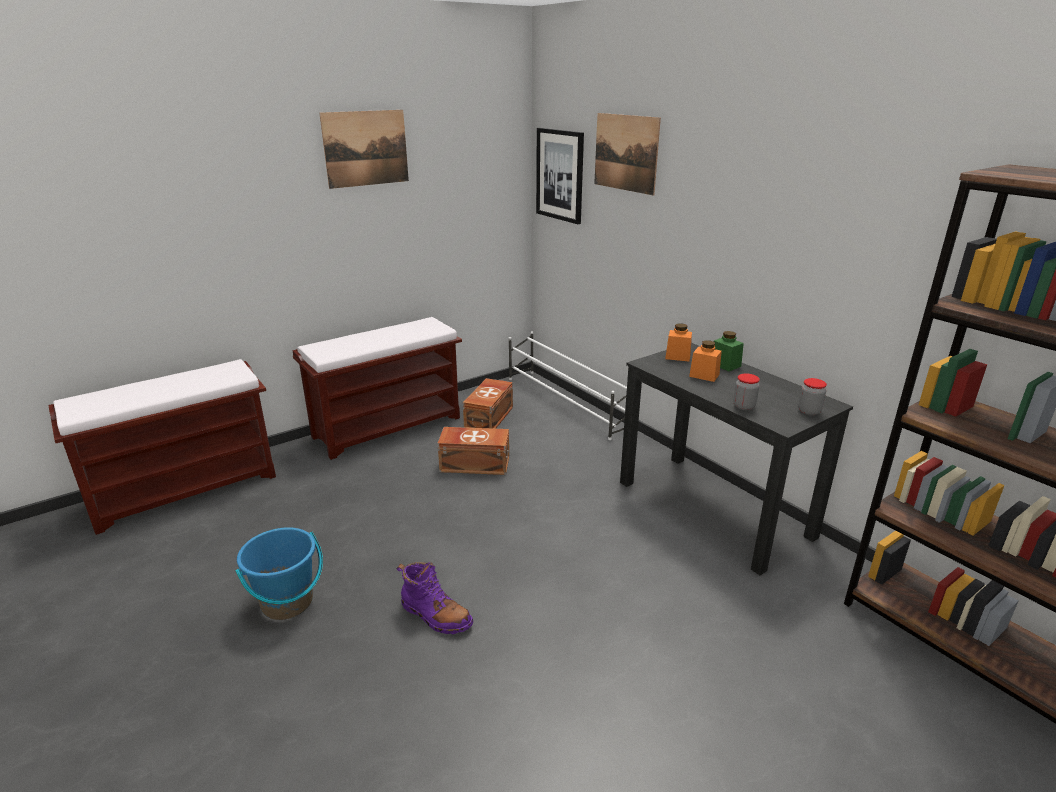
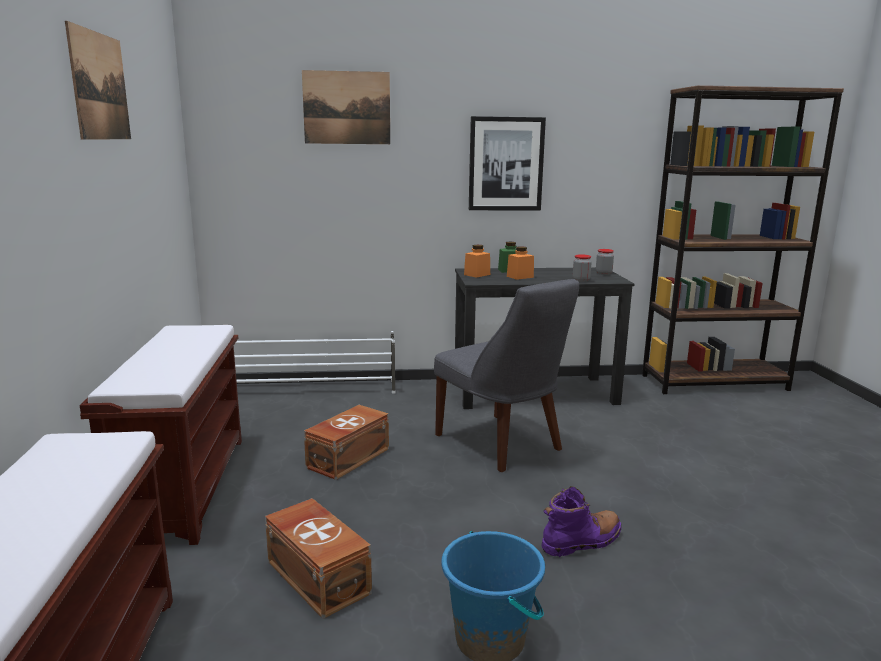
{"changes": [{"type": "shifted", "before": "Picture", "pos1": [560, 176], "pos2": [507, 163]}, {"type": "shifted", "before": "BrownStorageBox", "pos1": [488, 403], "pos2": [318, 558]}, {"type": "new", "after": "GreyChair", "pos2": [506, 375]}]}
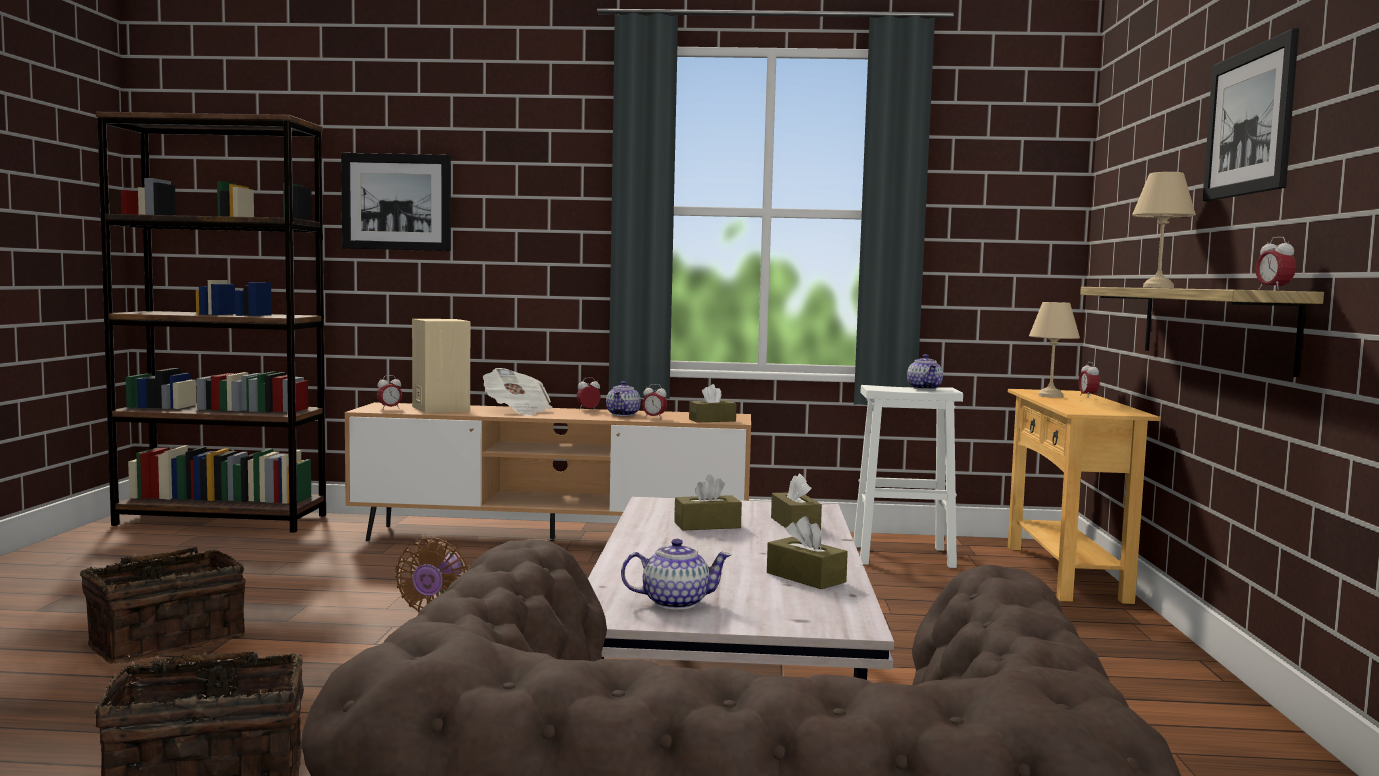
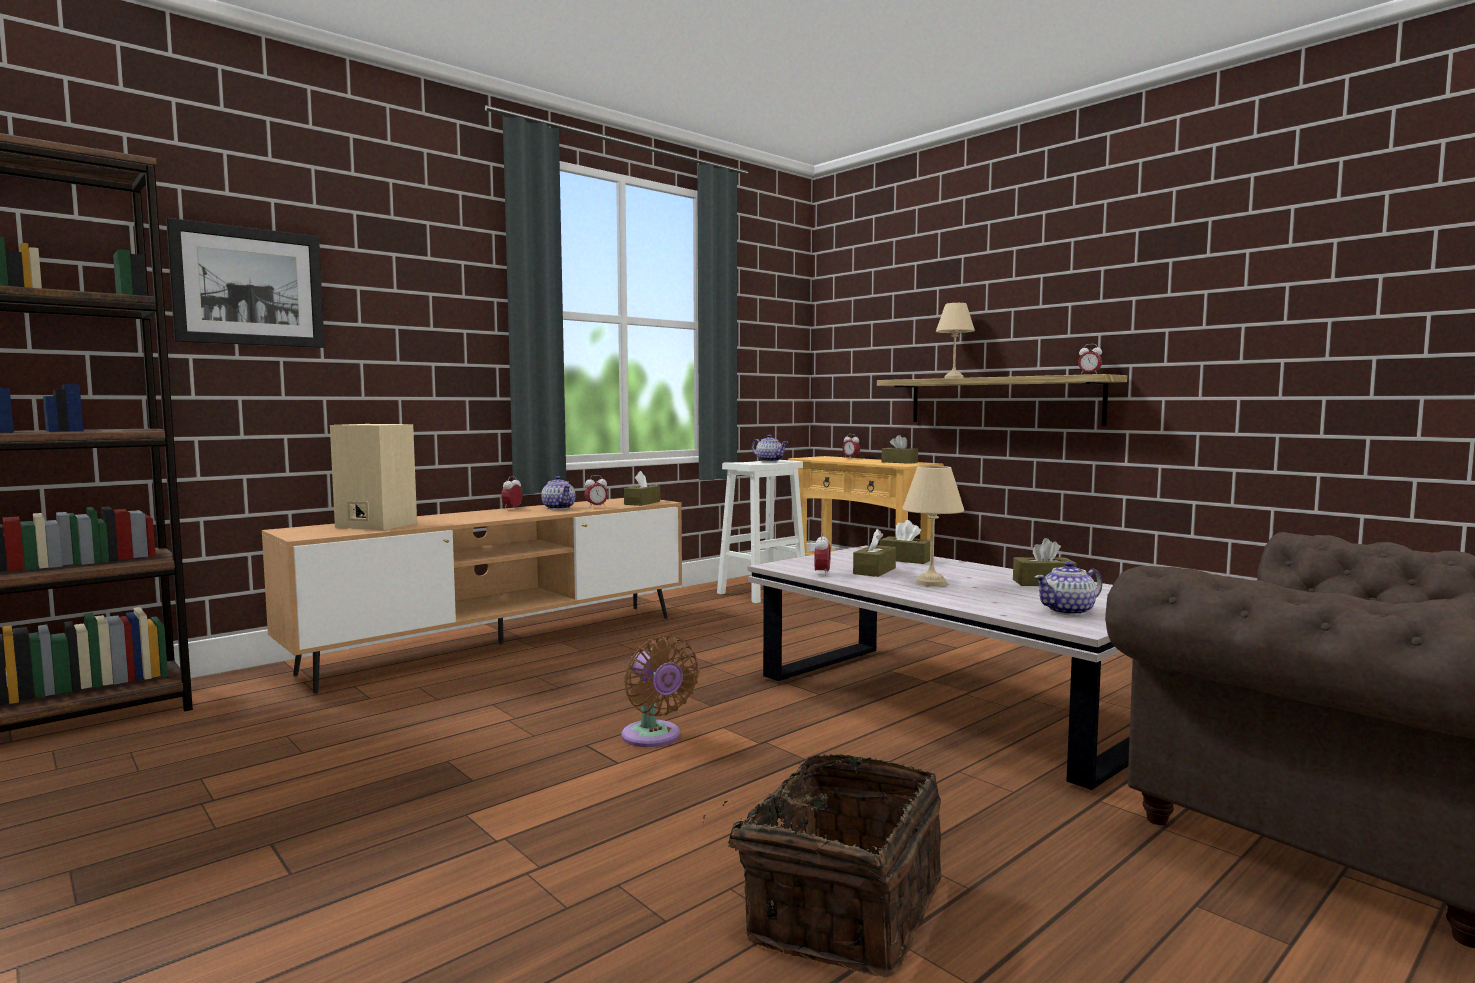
{"changes": [{"type": "gone", "before": "Picture", "pos1": [1250, 114]}, {"type": "shifted", "before": "BeigeTableLamp", "pos1": [1054, 350], "pos2": [933, 526]}, {"type": "gone", "before": "Newspaper", "pos1": [518, 392]}, {"type": "shifted", "before": "AlarmClock", "pos1": [389, 392], "pos2": [822, 554]}, {"type": "rotated", "before": "Teapot", "pos1": [676, 574], "pos2": [1068, 588], "turn": -150}, {"type": "gone", "before": "Basket", "pos1": [163, 605]}, {"type": "new", "after": "BrownTissueBox", "pos2": [899, 449]}]}
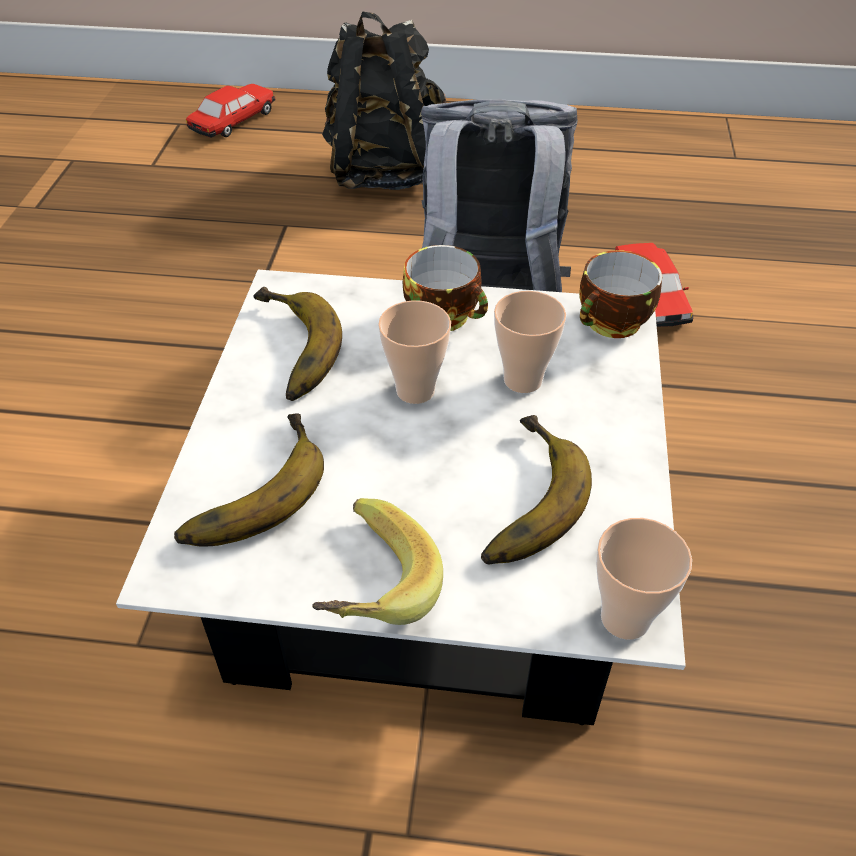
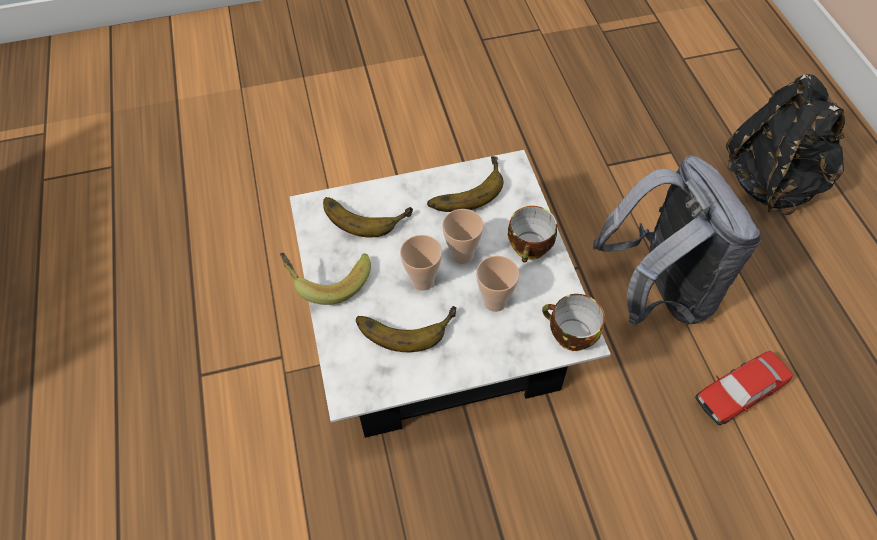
{"changes": [{"type": "gone", "before": "ToyCar", "pos1": [230, 111]}, {"type": "shifted", "before": "Cup", "pos1": [644, 579], "pos2": [421, 263]}]}
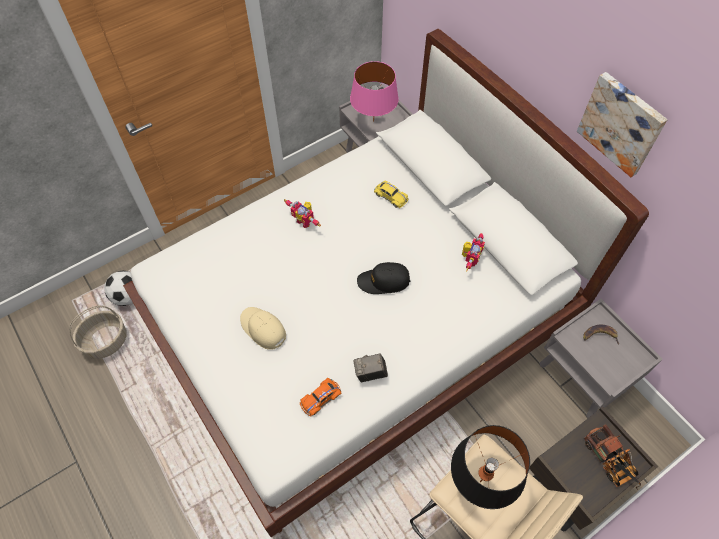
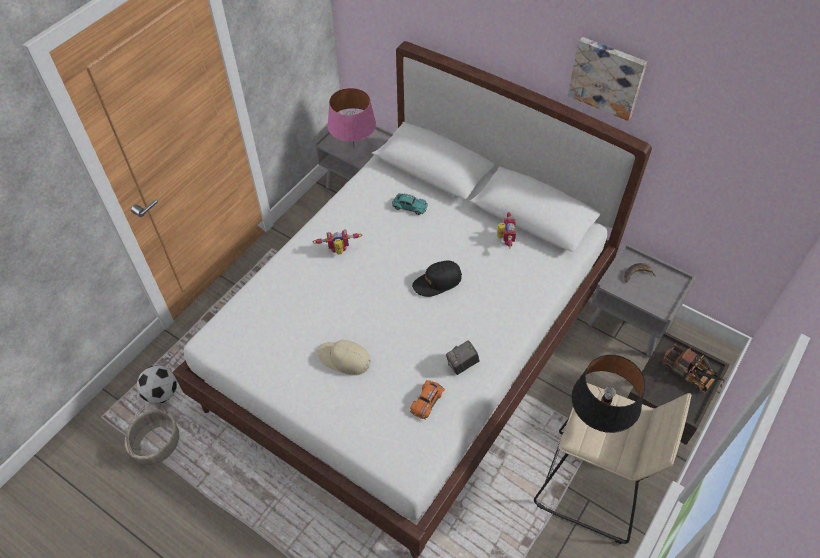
{"changes": [{"type": "repainted", "before": "YellowToyCar", "after": "TurquoiseToyCar", "pos1": [391, 194], "pos2": [410, 204]}, {"type": "rotated", "before": "ToyRobot", "pos1": [302, 213], "pos2": [337, 241], "turn": 150}]}
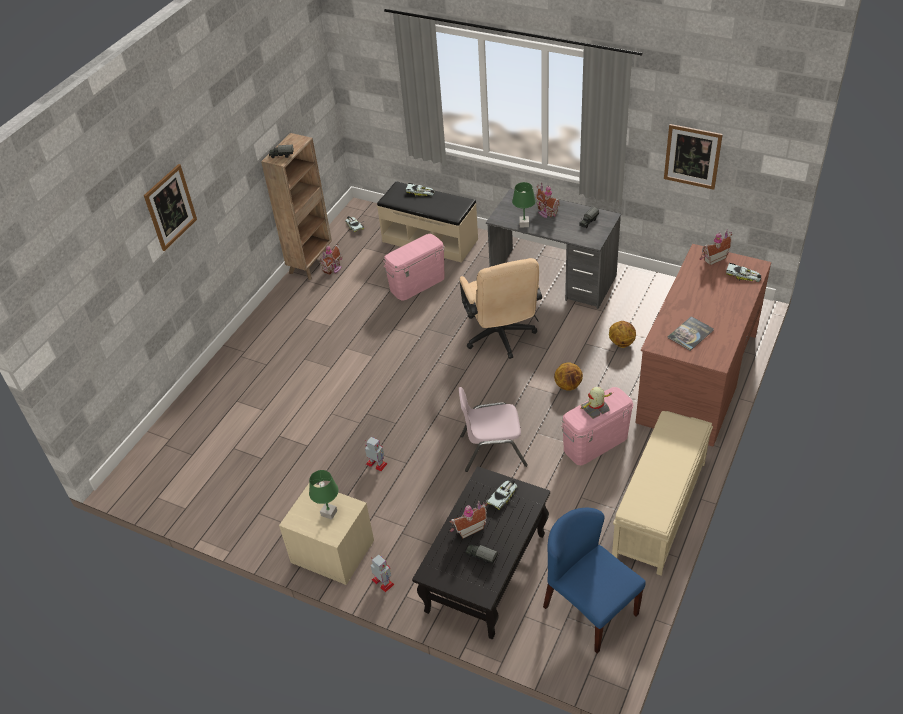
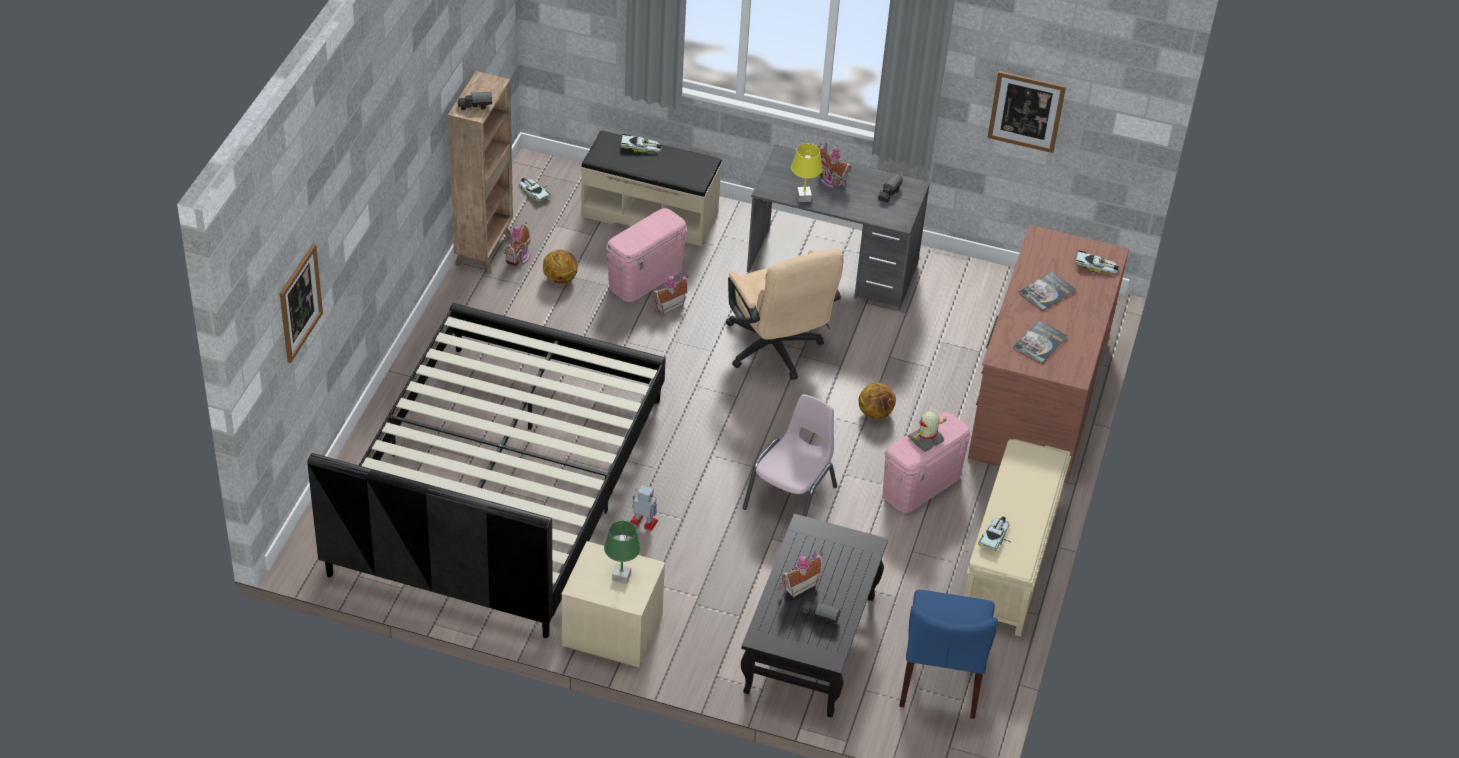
{"changes": [{"type": "shifted", "before": "Picture", "pos1": [170, 207], "pos2": [301, 303]}, {"type": "repainted", "before": "GreenTableLamp", "after": "YellowTableLamp", "pos1": [524, 205], "pos2": [807, 172]}, {"type": "shifted", "before": "ToyHouse", "pos1": [716, 247], "pos2": [670, 292]}, {"type": "shifted", "before": "Basketball", "pos1": [622, 334], "pos2": [560, 267]}, {"type": "rotated", "before": "PinkChair", "pos1": [493, 429], "pos2": [790, 455], "turn": 135}, {"type": "shifted", "before": "ToyCar", "pos1": [502, 495], "pos2": [994, 533]}, {"type": "rotated", "before": "BlueChair", "pos1": [594, 581], "pos2": [948, 654], "turn": -120}, {"type": "gone", "before": "ToyRobot", "pos1": [383, 573]}, {"type": "new", "after": "Book", "pos2": [1047, 291]}, {"type": "new", "after": "BlackBed", "pos2": [486, 470]}]}
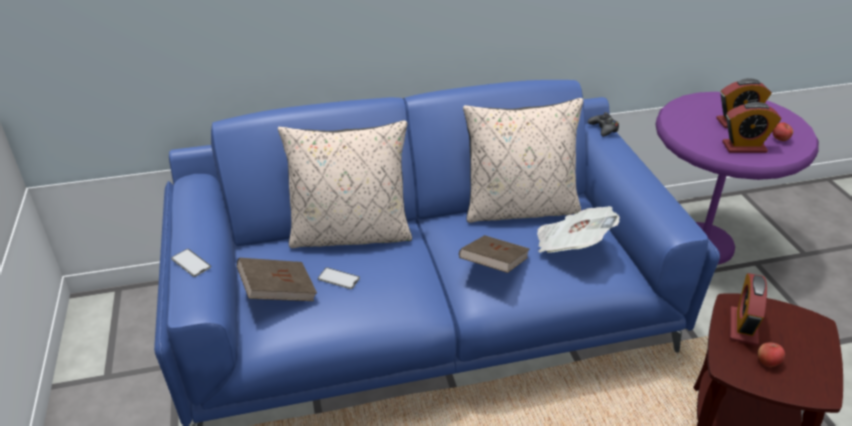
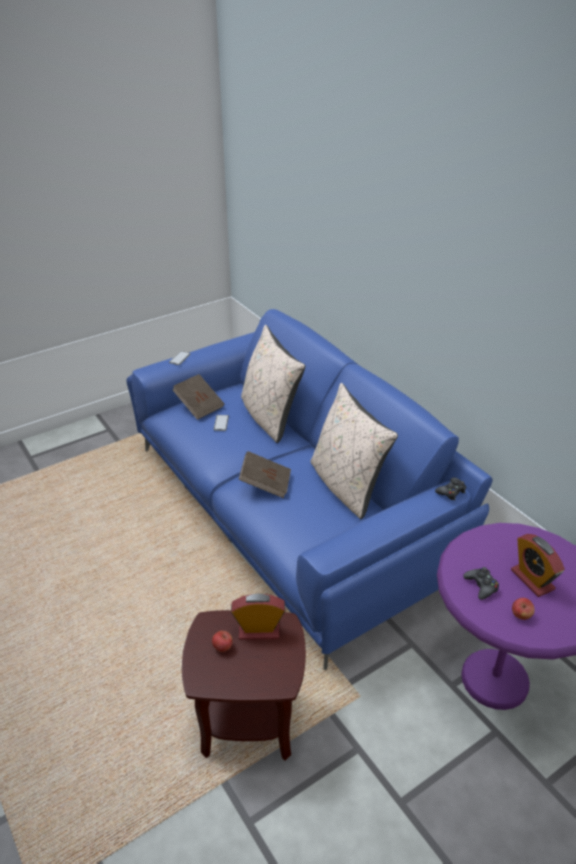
{"changes": [{"type": "swapped", "before": "AlarmClock", "after": "BlackGameController", "pos1": [752, 127], "pos2": [481, 583]}, {"type": "gone", "before": "Newspaper", "pos1": [578, 229]}]}
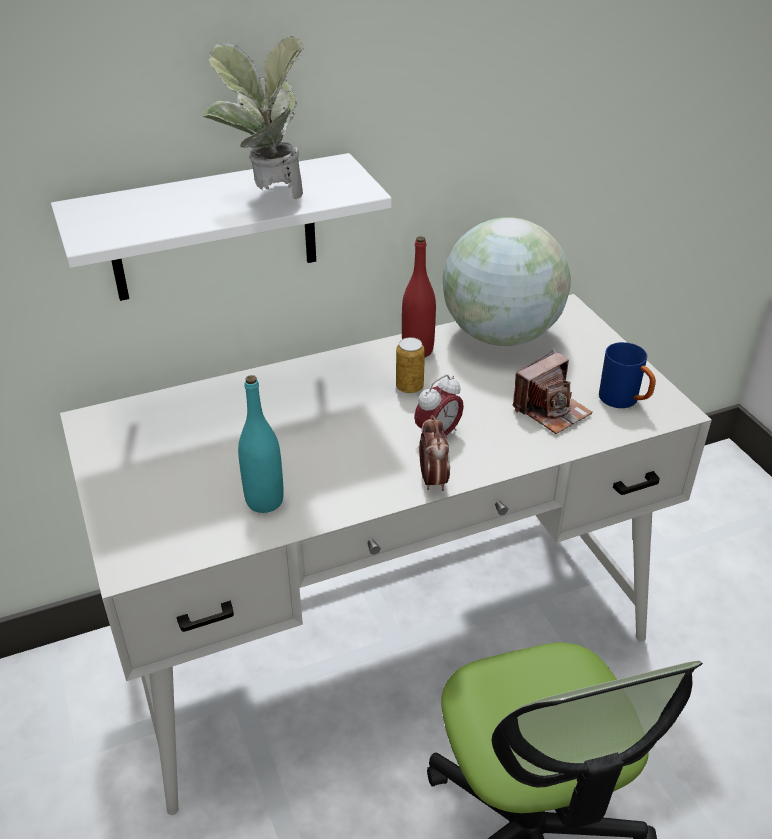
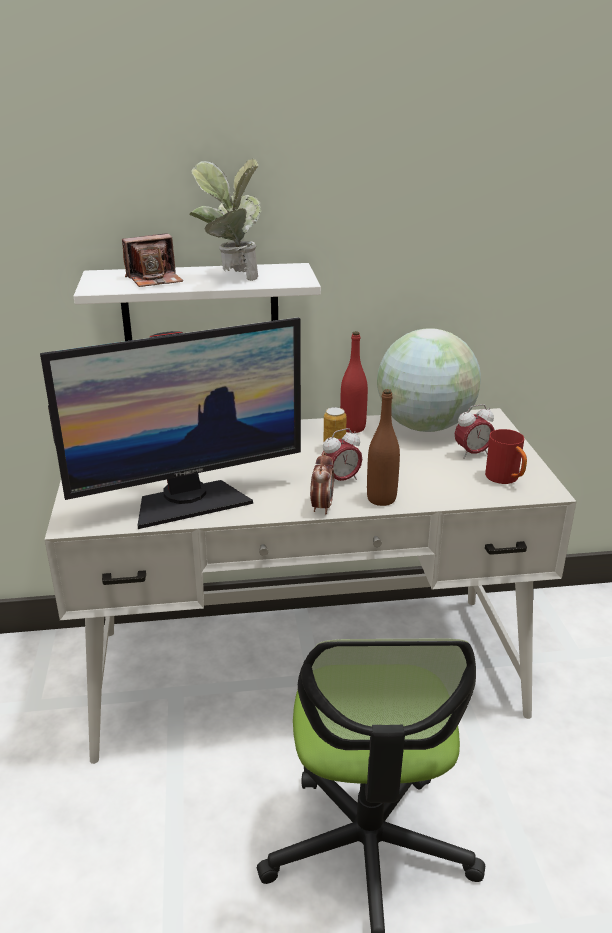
{"changes": [{"type": "repainted", "before": "BlueMug", "after": "RedMug", "pos1": [627, 375], "pos2": [506, 456]}, {"type": "shifted", "before": "PhotoCamera", "pos1": [553, 392], "pos2": [152, 260]}, {"type": "swapped", "before": "TurquoiseBottle", "after": "Monitor", "pos1": [261, 444], "pos2": [170, 423]}, {"type": "new", "after": "BrownBottle", "pos2": [383, 447]}, {"type": "new", "after": "AlarmClock", "pos2": [474, 431]}]}
